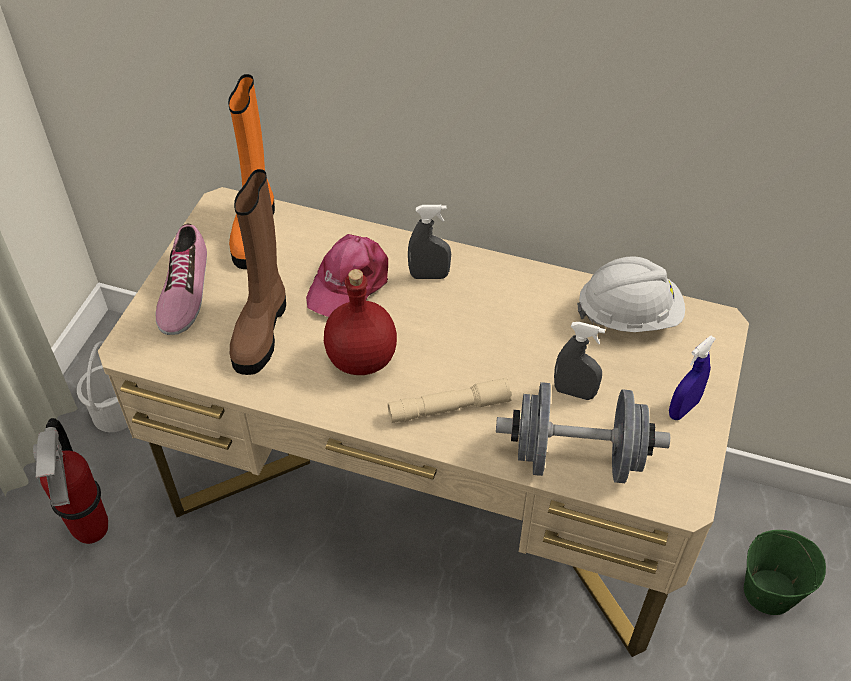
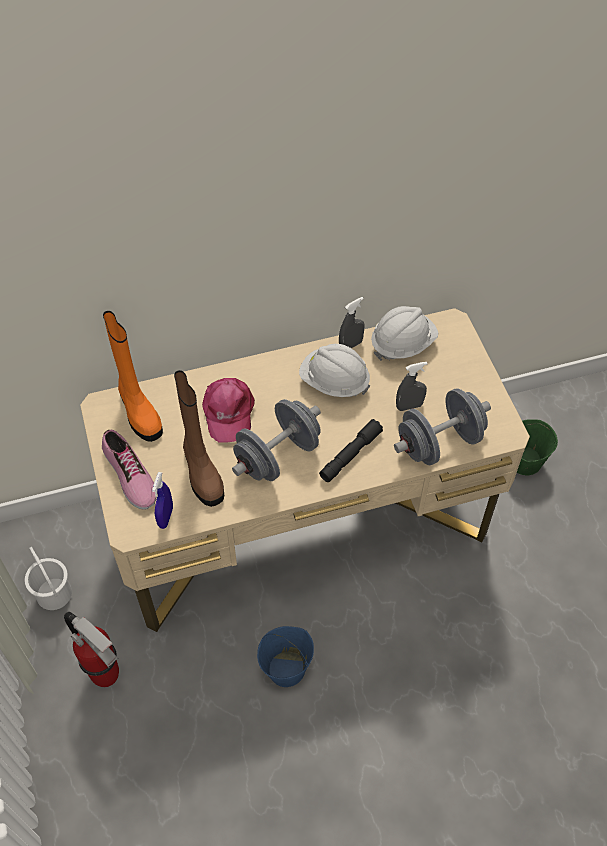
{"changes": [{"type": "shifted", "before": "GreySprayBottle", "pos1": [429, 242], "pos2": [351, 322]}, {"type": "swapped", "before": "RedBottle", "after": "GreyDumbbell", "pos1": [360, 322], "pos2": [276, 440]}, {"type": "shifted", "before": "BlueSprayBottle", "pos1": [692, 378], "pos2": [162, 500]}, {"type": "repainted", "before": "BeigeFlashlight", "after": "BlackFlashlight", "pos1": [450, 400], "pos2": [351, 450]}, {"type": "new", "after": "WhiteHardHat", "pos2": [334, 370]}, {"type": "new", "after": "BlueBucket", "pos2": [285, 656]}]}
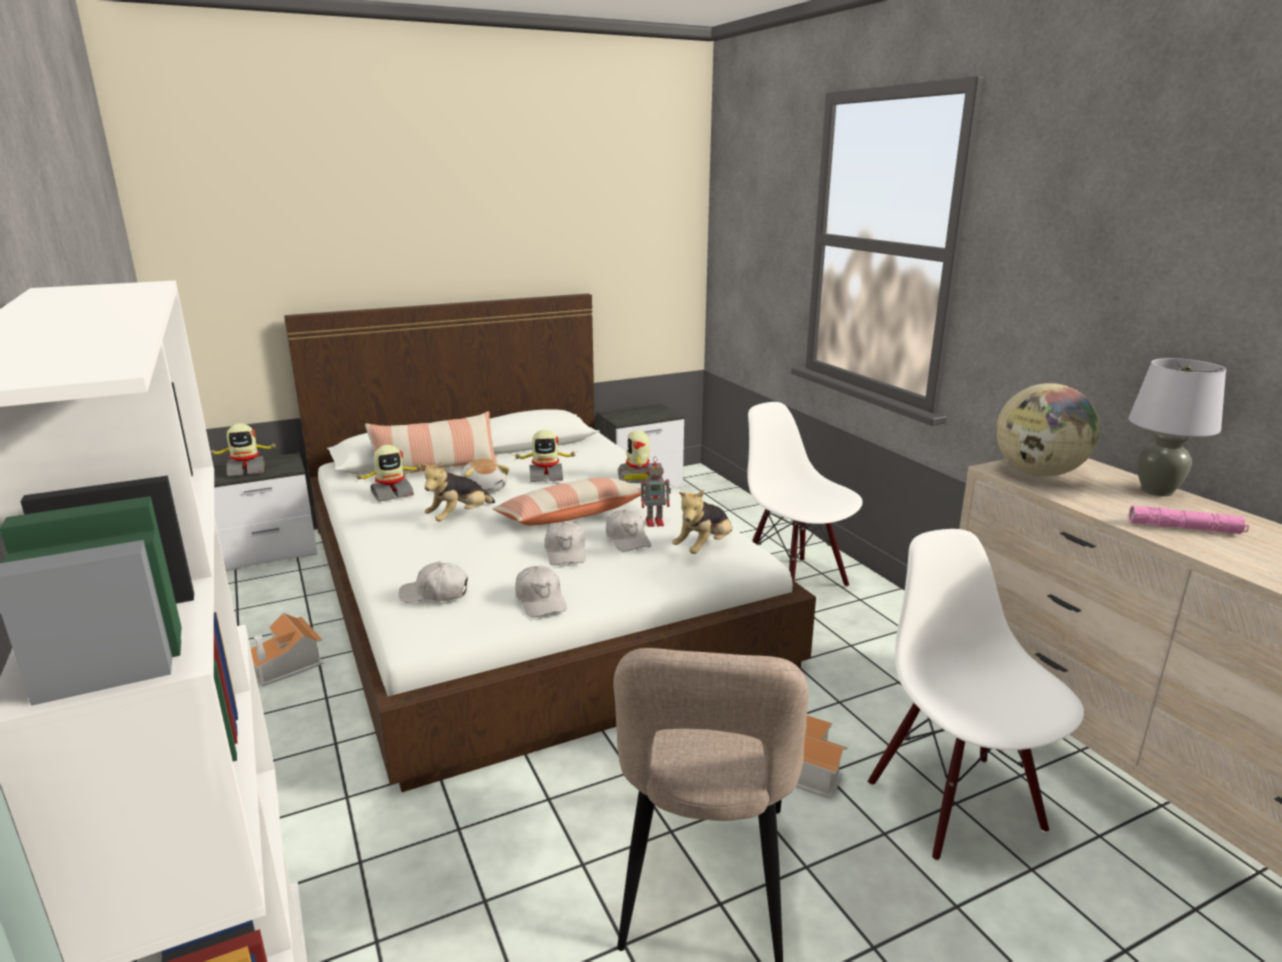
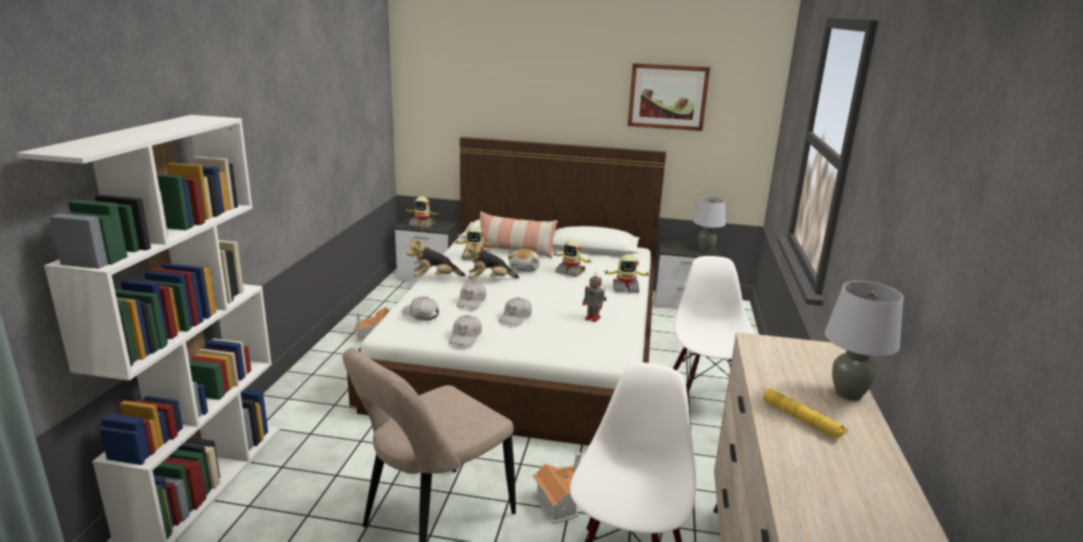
{"changes": [{"type": "gone", "before": "Globe", "pos1": [1048, 429]}, {"type": "rotated", "before": "ToyRobot", "pos1": [634, 456], "pos2": [628, 273], "turn": -120}, {"type": "gone", "before": "Pillow", "pos1": [569, 502]}, {"type": "shifted", "before": "PlushToy", "pos1": [702, 522], "pos2": [436, 257]}, {"type": "repainted", "before": "PinkFlashlight", "after": "YellowFlashlight", "pos1": [1189, 520], "pos2": [805, 413]}, {"type": "shifted", "before": "WhiteCap", "pos1": [628, 531], "pos2": [471, 295]}, {"type": "new", "after": "Picture", "pos2": [669, 97]}, {"type": "new", "after": "GreyTableLamp", "pos2": [709, 224]}]}
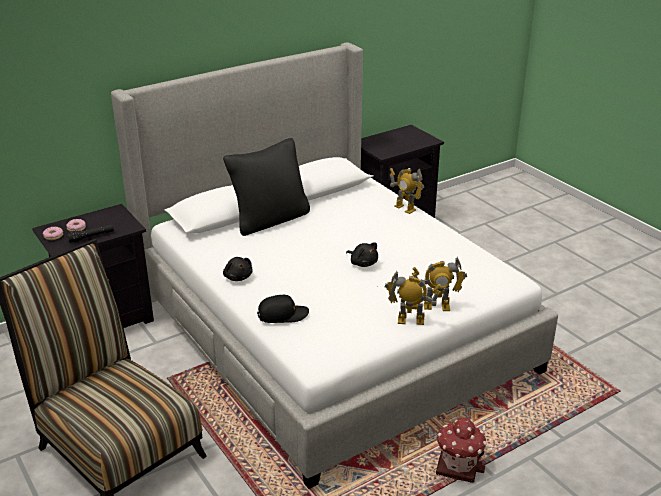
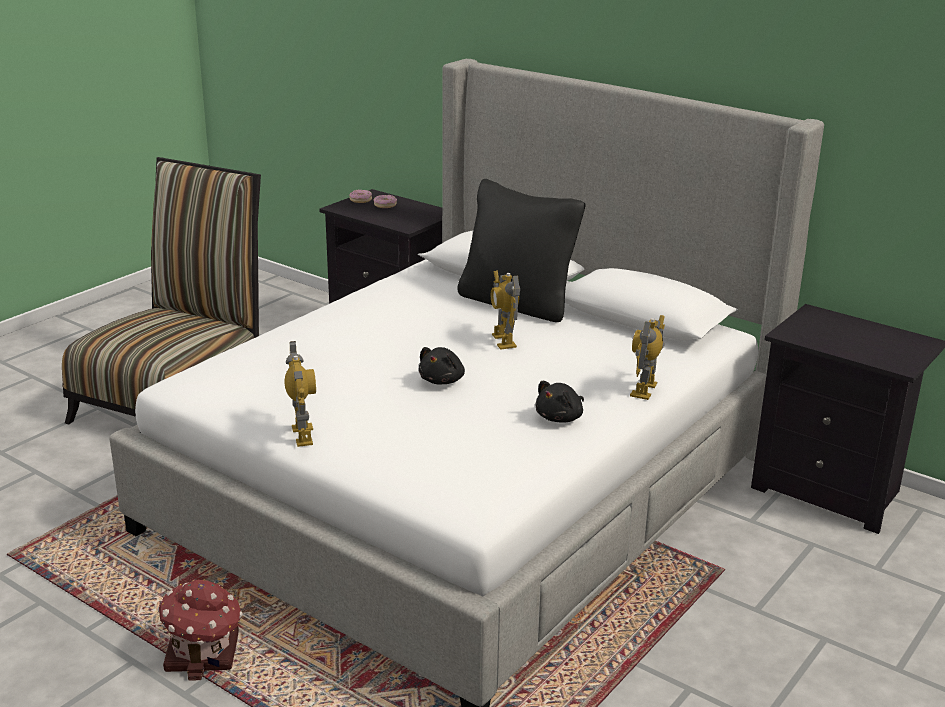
{"changes": [{"type": "gone", "before": "BlackFlashlight", "pos1": [90, 233]}, {"type": "shifted", "before": "BlackPlushToy", "pos1": [238, 269], "pos2": [559, 402]}, {"type": "shifted", "before": "ToyRobot", "pos1": [439, 284], "pos2": [505, 310]}, {"type": "gone", "before": "BlackCap", "pos1": [283, 309]}]}
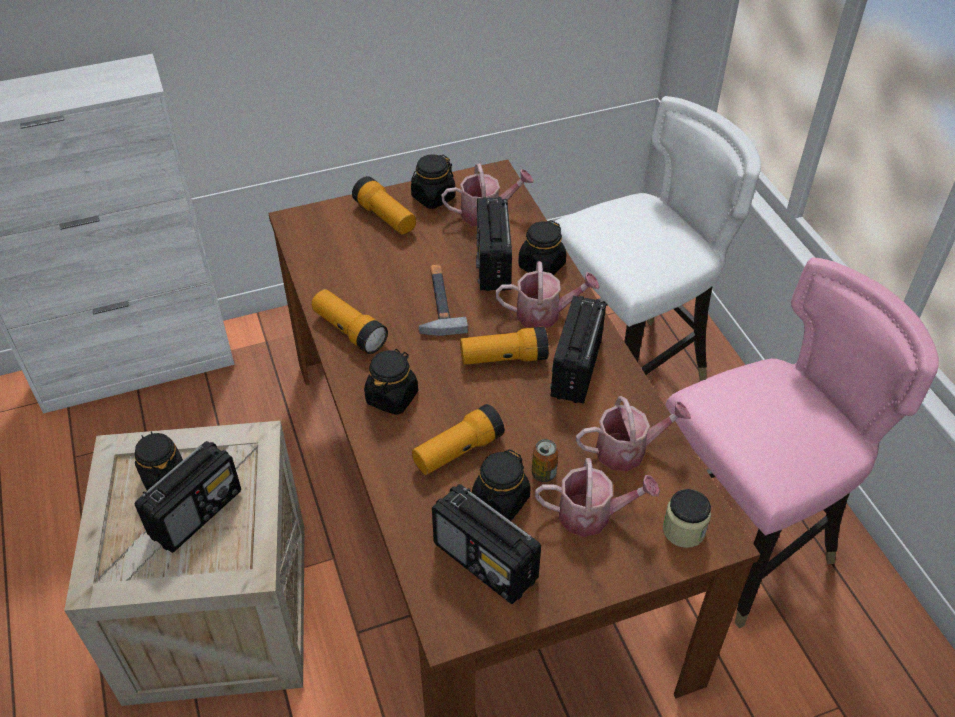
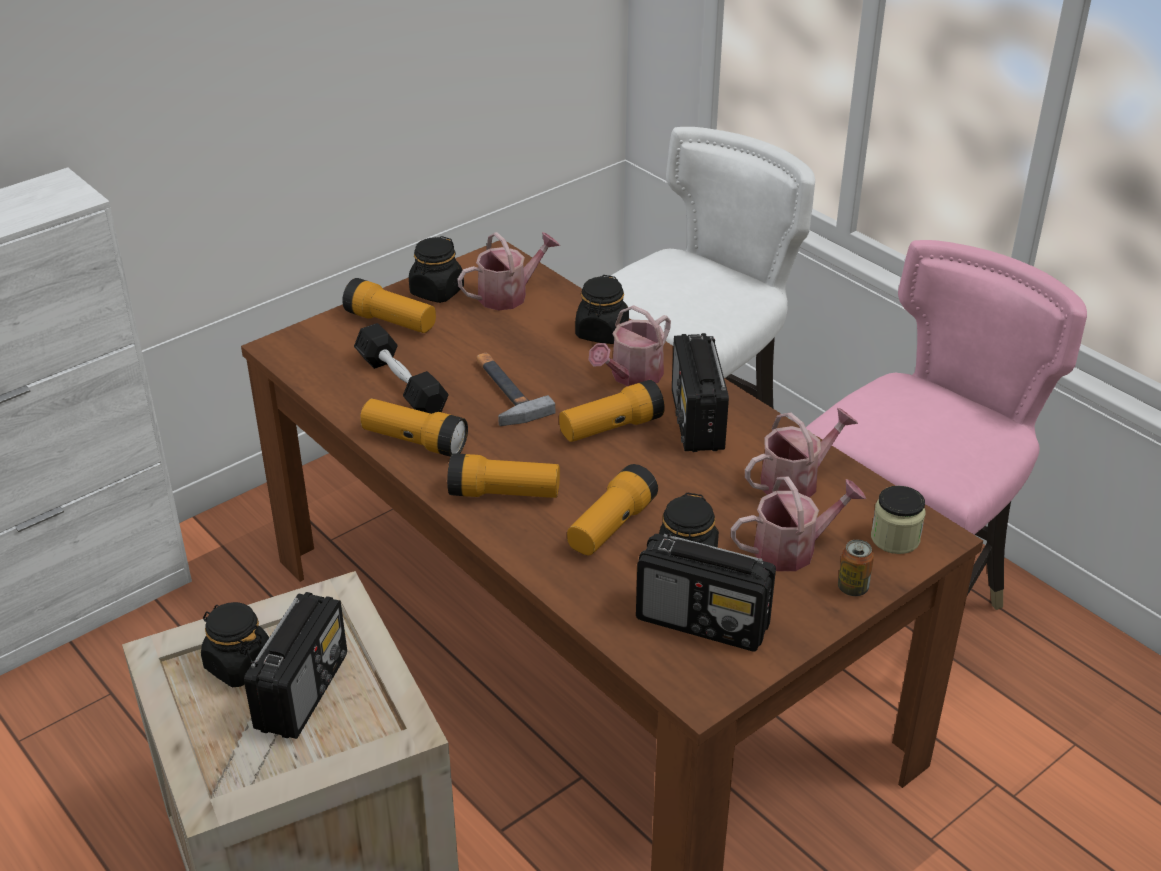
{"changes": [{"type": "gone", "before": "Radio", "pos1": [494, 244]}, {"type": "rotated", "before": "WateringCan", "pos1": [548, 294], "pos2": [630, 345], "turn": 150}, {"type": "swapped", "before": "BlackJar", "after": "Flashlight", "pos1": [391, 382], "pos2": [503, 475]}, {"type": "shifted", "before": "Can", "pos1": [545, 460], "pos2": [856, 568]}, {"type": "new", "after": "BlackDumbbell", "pos2": [401, 368]}]}
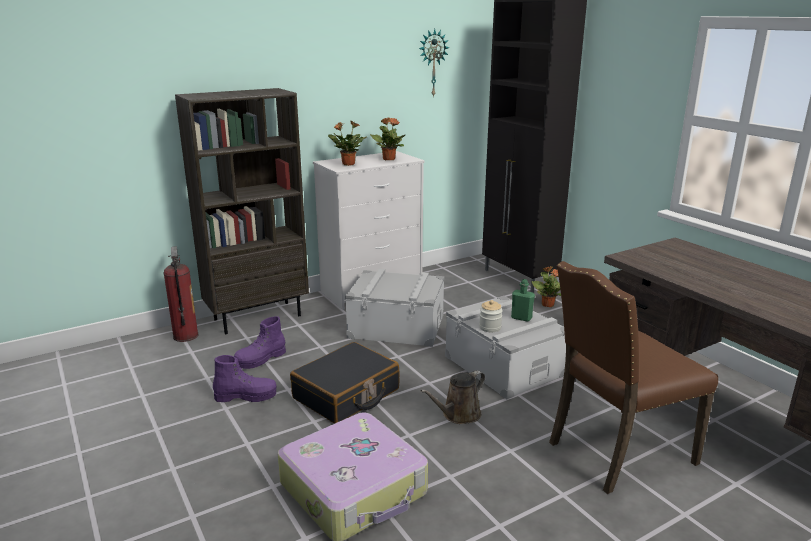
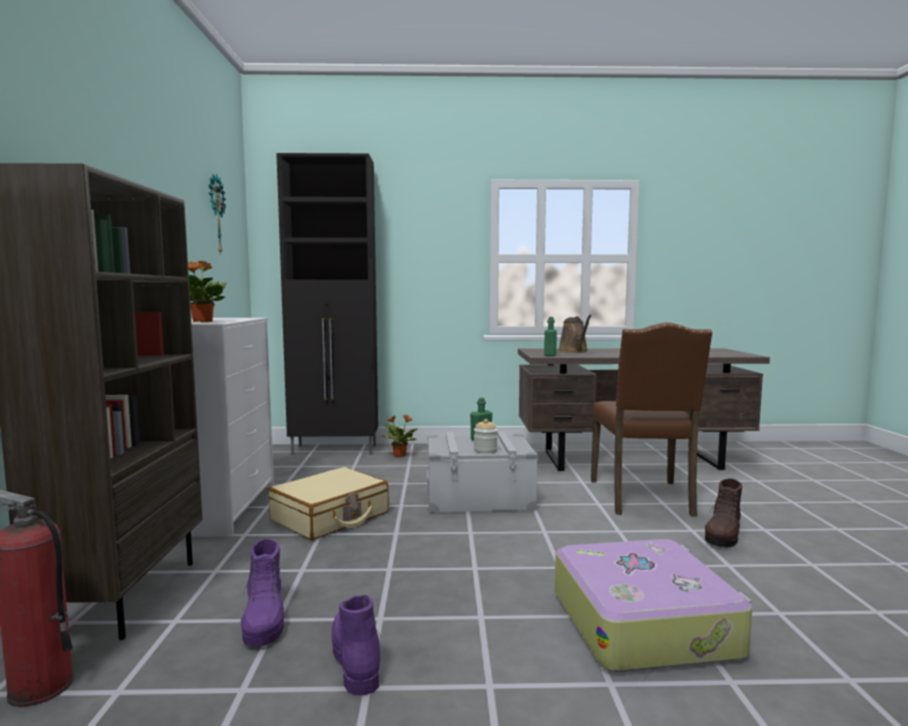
{"changes": [{"type": "gone", "before": "PottedPlant", "pos1": [387, 138]}, {"type": "swapped", "before": "GreyStorageBox", "after": "BeigeSuitcase", "pos1": [395, 308], "pos2": [328, 503]}, {"type": "gone", "before": "BlackSuitcase", "pos1": [344, 383]}, {"type": "rotated", "before": "PurpleBoot", "pos1": [245, 378], "pos2": [356, 645], "turn": -45}, {"type": "shifted", "before": "BrownWateringCan", "pos1": [452, 397], "pos2": [575, 334]}, {"type": "new", "after": "GreenBottle", "pos2": [550, 336]}, {"type": "new", "after": "BrownBoot", "pos2": [723, 513]}]}
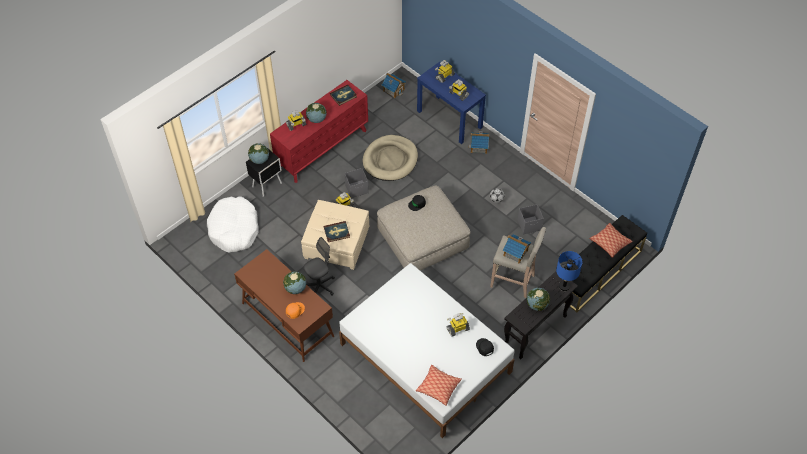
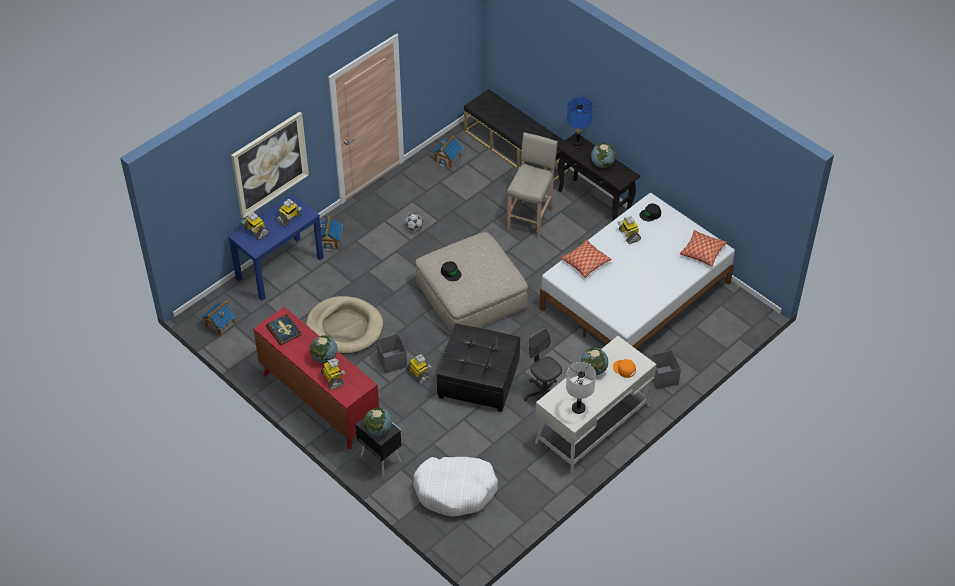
{"changes": [{"type": "repainted", "before": "BeigeOttoman", "after": "BlackOttoman", "pos1": [335, 235], "pos2": [478, 368]}, {"type": "shifted", "before": "GreyStorageBox", "pos1": [531, 219], "pos2": [665, 369]}, {"type": "gone", "before": "Book", "pos1": [337, 231]}, {"type": "shifted", "before": "Pillow", "pos1": [611, 240], "pos2": [586, 259]}, {"type": "shifted", "before": "ToyHouse", "pos1": [517, 249], "pos2": [448, 151]}, {"type": "repainted", "before": "BrownDesk", "after": "WhiteDesk", "pos1": [284, 305], "pos2": [595, 404]}, {"type": "new", "after": "Picture", "pos2": [270, 165]}, {"type": "new", "after": "WhiteTableLamp", "pos2": [581, 388]}]}
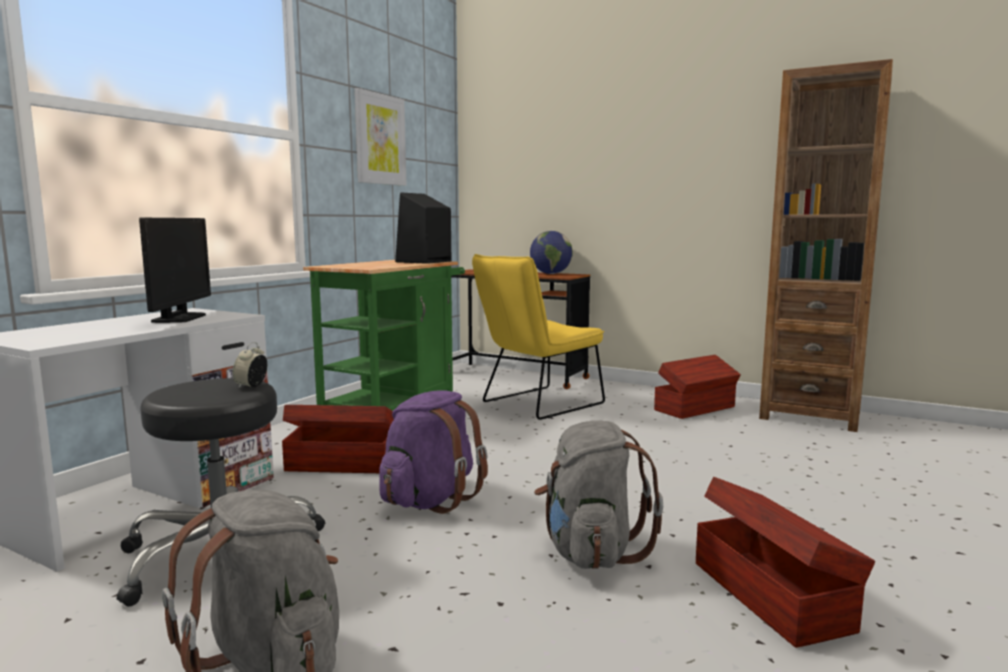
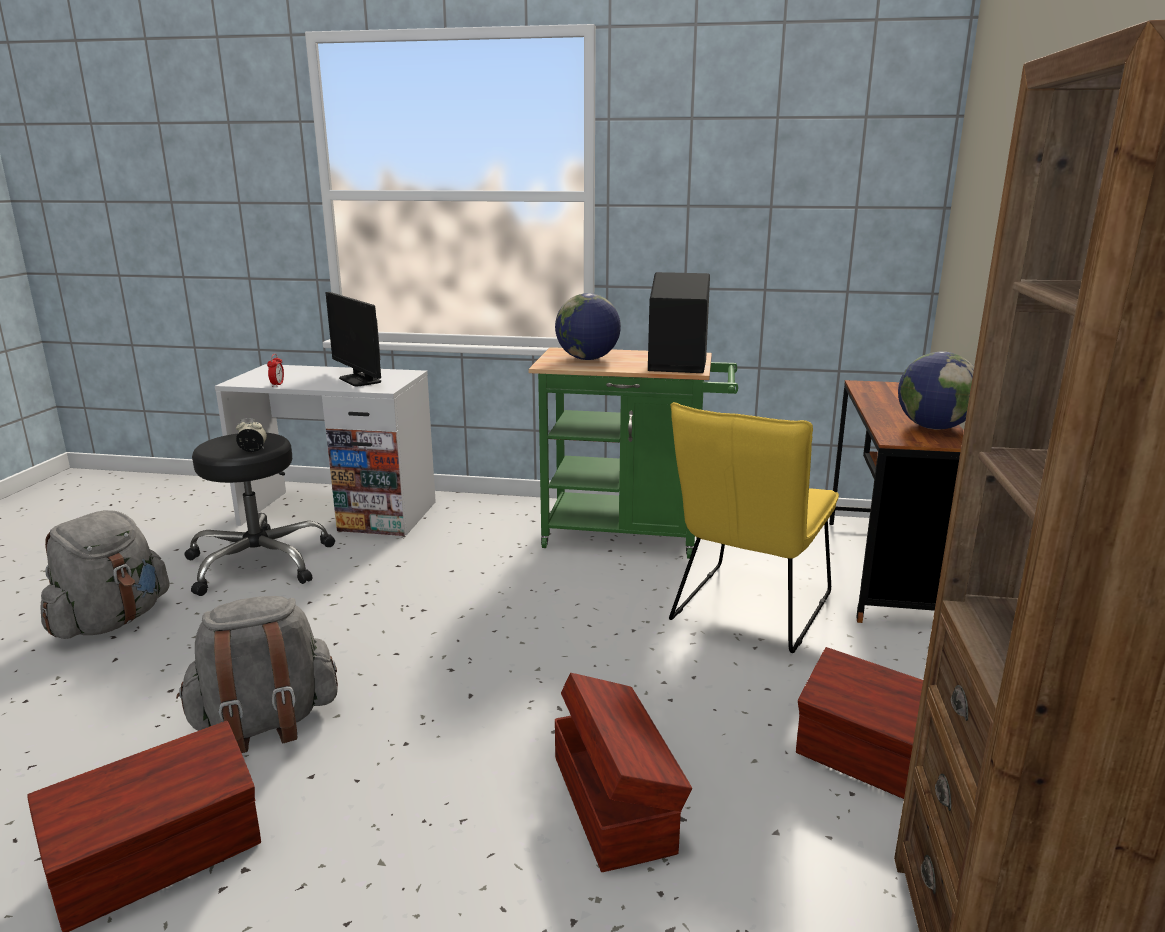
{"changes": [{"type": "gone", "before": "Picture", "pos1": [381, 137]}, {"type": "rotated", "before": "Monitor", "pos1": [175, 270], "pos2": [353, 339], "turn": 75}, {"type": "rotated", "before": "YellowChair", "pos1": [538, 337], "pos2": [754, 527], "turn": -90}, {"type": "gone", "before": "PurpleBackpack", "pos1": [433, 452]}, {"type": "shifted", "before": "BrownStorageBox", "pos1": [338, 439], "pos2": [623, 772]}, {"type": "new", "after": "Globe", "pos2": [588, 326]}, {"type": "new", "after": "AlarmClock", "pos2": [275, 370]}]}
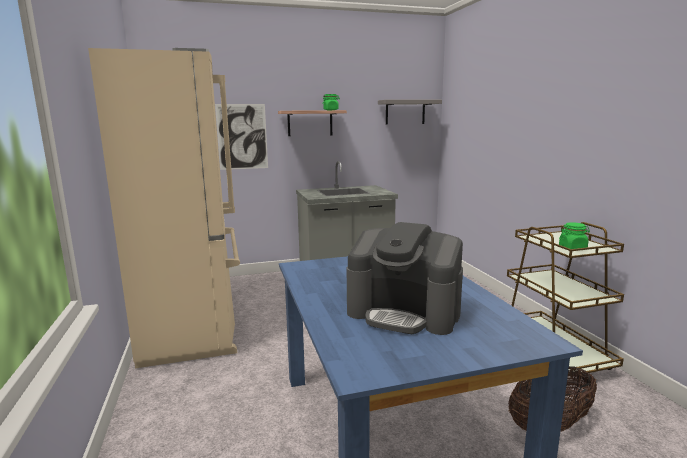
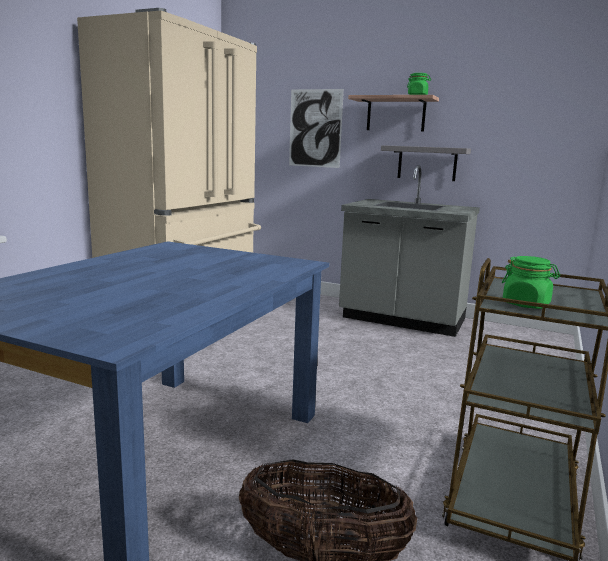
{"changes": [{"type": "shifted", "before": "GreyShelf", "pos1": [410, 112], "pos2": [426, 163]}, {"type": "gone", "before": "CoffeeMachine", "pos1": [405, 278]}]}
